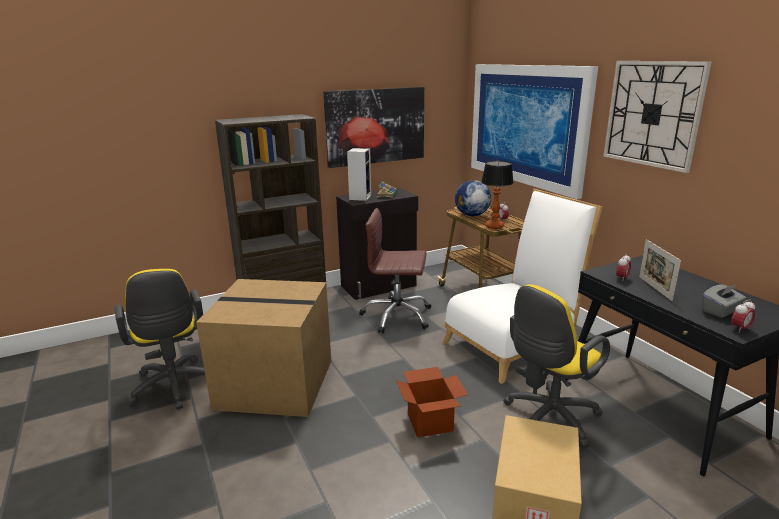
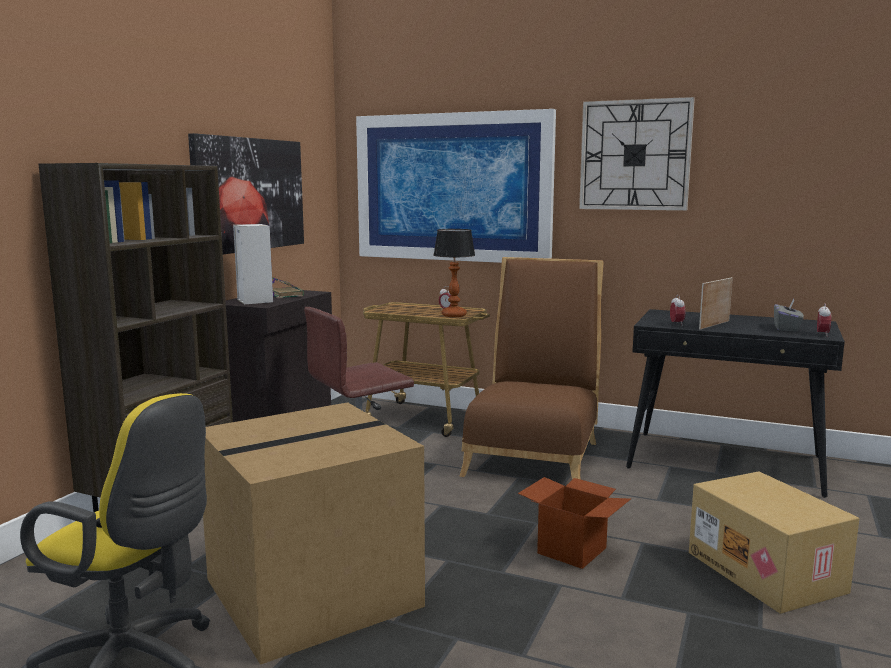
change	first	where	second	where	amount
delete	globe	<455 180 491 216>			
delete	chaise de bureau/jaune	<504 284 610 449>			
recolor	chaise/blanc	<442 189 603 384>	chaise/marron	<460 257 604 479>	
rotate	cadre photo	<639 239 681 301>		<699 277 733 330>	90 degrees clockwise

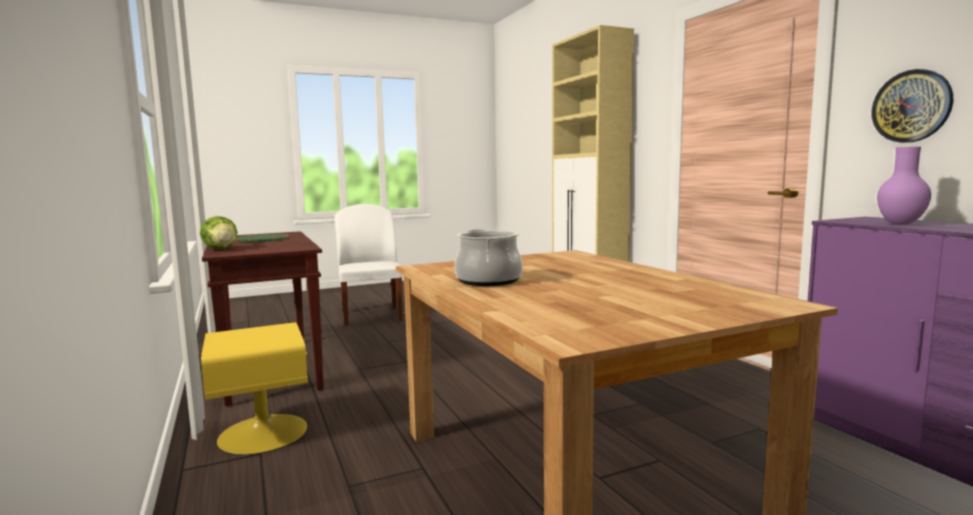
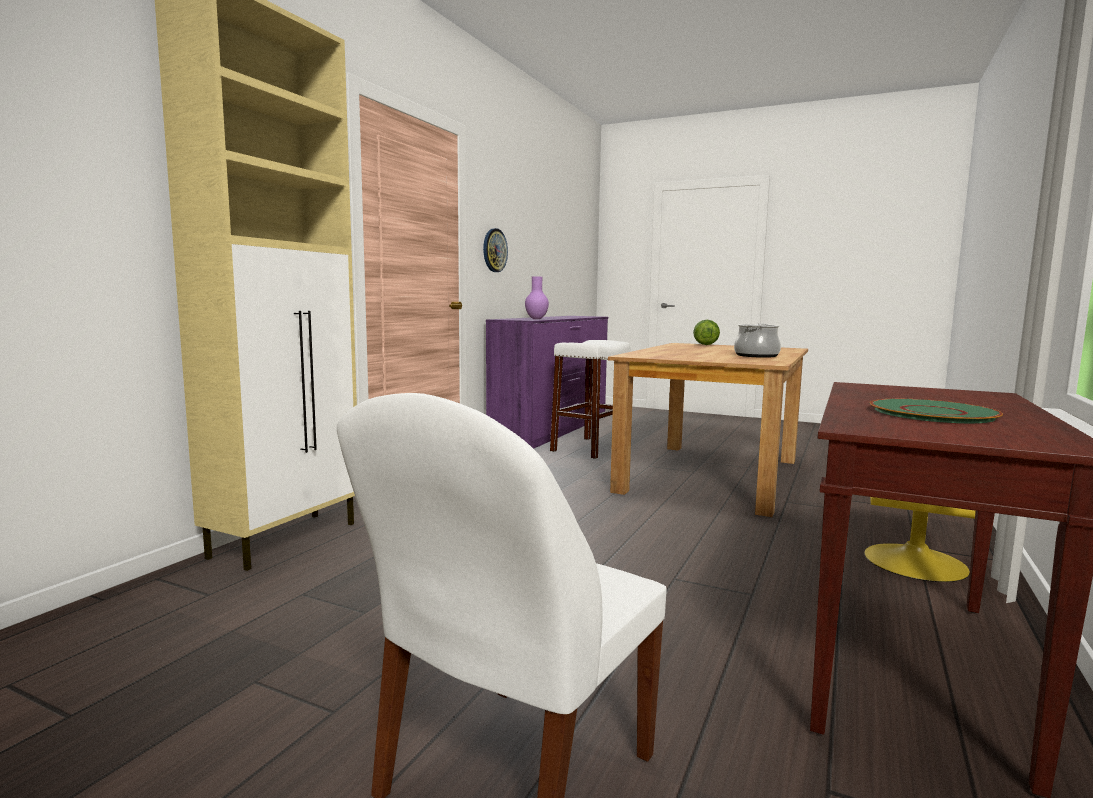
change	first	where	second	where	amount
insert			tabouret/blanc	<550 340 630 459>	
move	laitue	<200 216 238 249>		<693 320 720 345>	

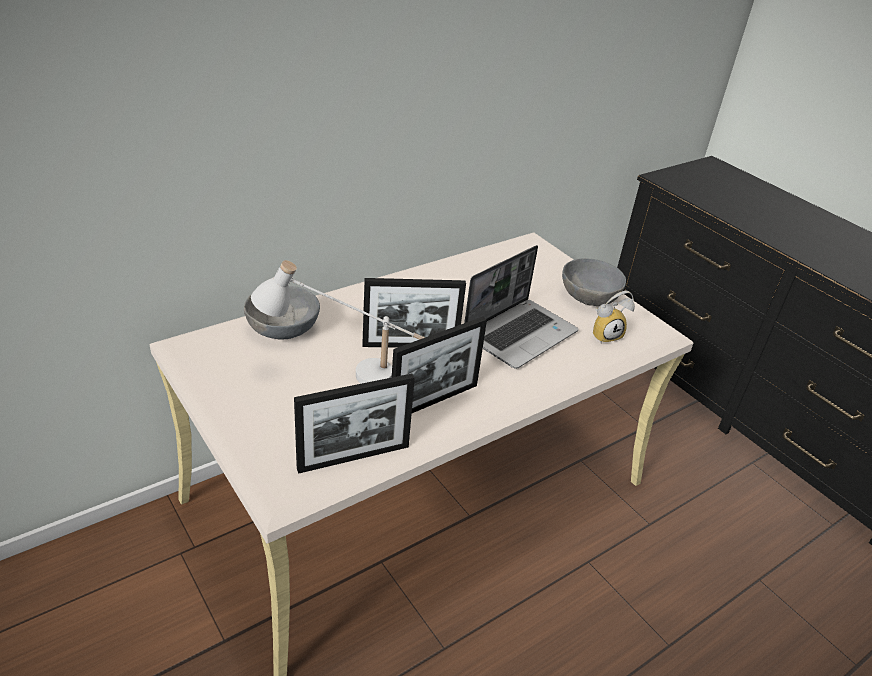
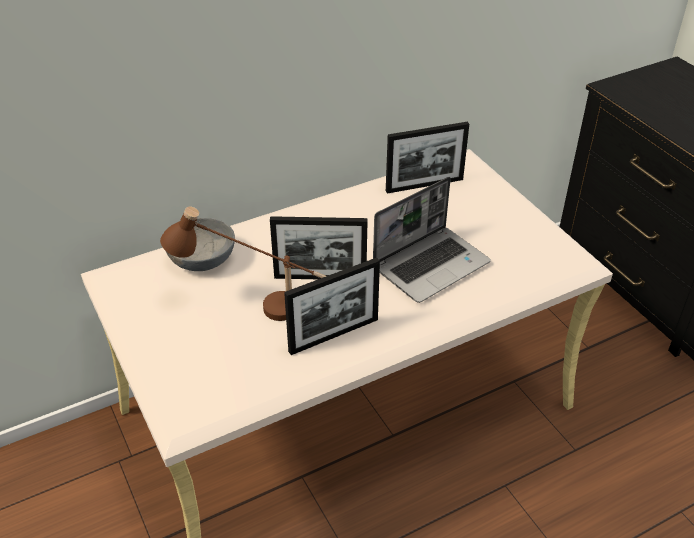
change	first	where	second	where	amount
delete	bol/gris	<562 258 626 306>			
delete	réveil	<593 291 635 343>			
move	cadre photo	<294 374 415 474>		<386 122 469 194>	
recolor	lampe de table/blanc	<251 260 425 384>	lampe de table/marron	<160 207 326 321>	

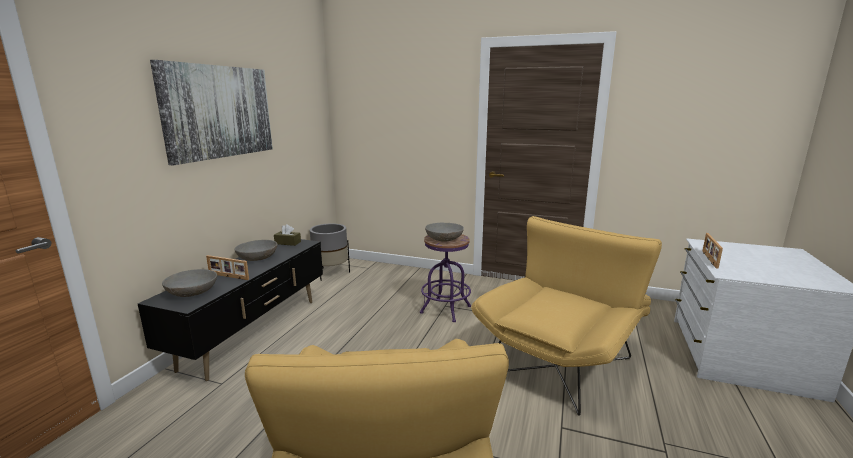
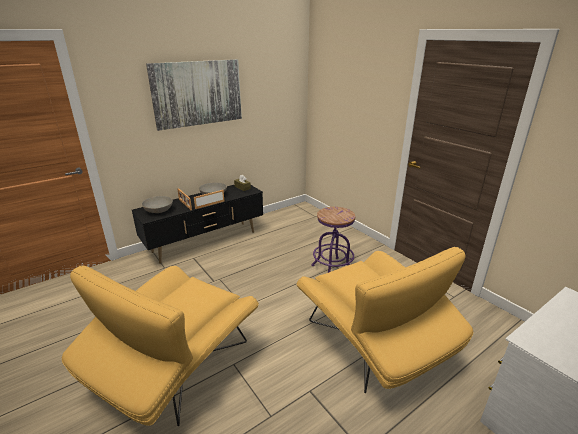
change	first	where	second	where	amount
delete	cache-pot/gris	<310 223 350 281>			
delete	bol/gris	<425 223 464 241>			
move	cadre photo	<703 233 723 269>		<194 190 225 209>	
rotate	fauteuil/jaune	<471 216 662 416>		<296 247 473 393>	75 degrees clockwise

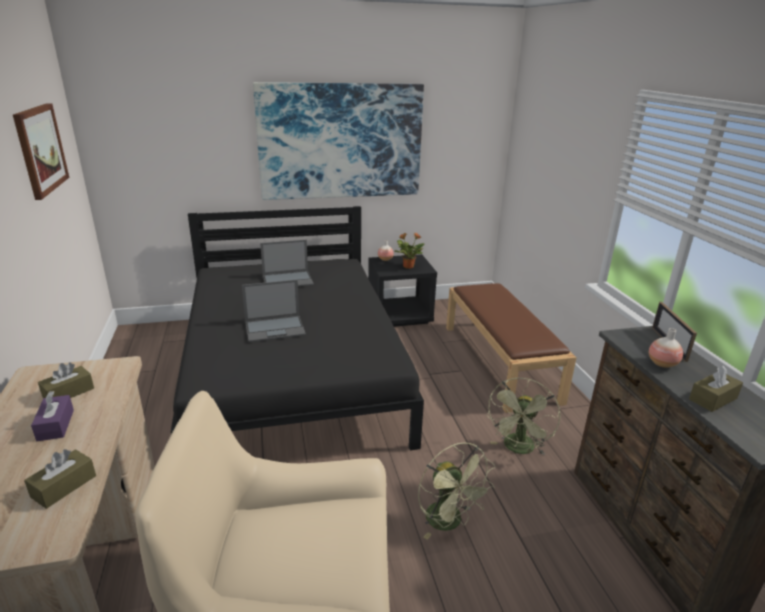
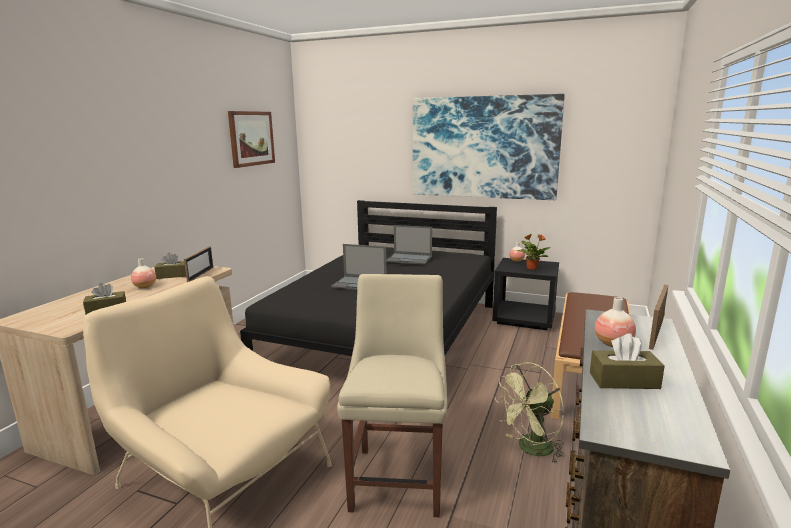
change	first	where	second	where	amount
insert			cadre photo	<184 247 213 282>	
replace	boîte à mouchoirs/violet	<31 391 74 441>	vase	<131 258 156 288>	
replace	ventilateur/vert	<418 442 495 539>	chaise/beige	<337 274 447 517>	

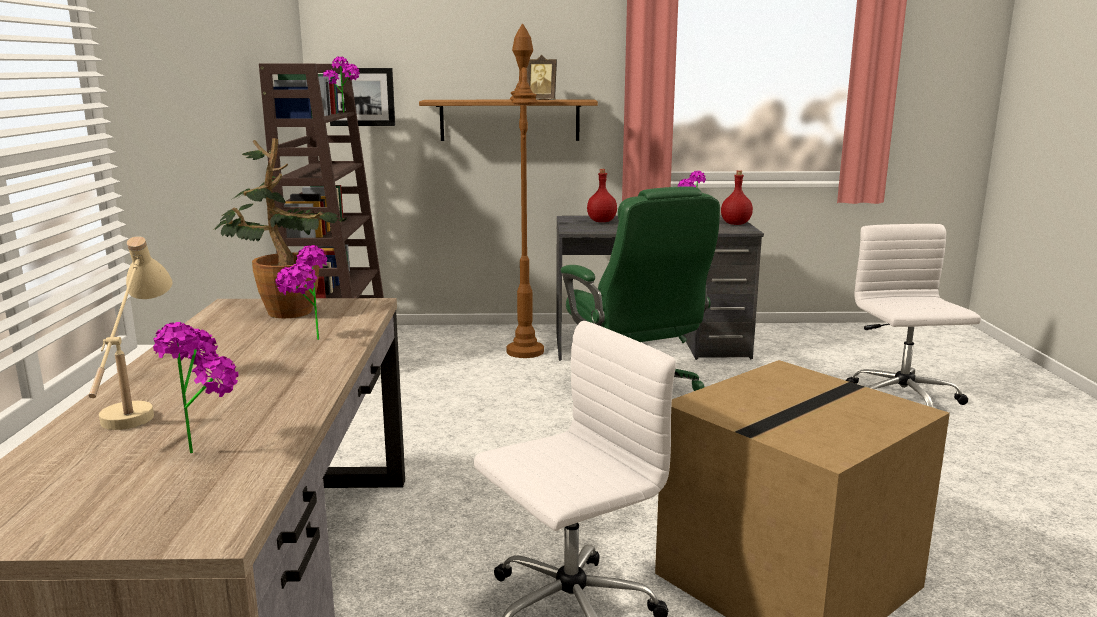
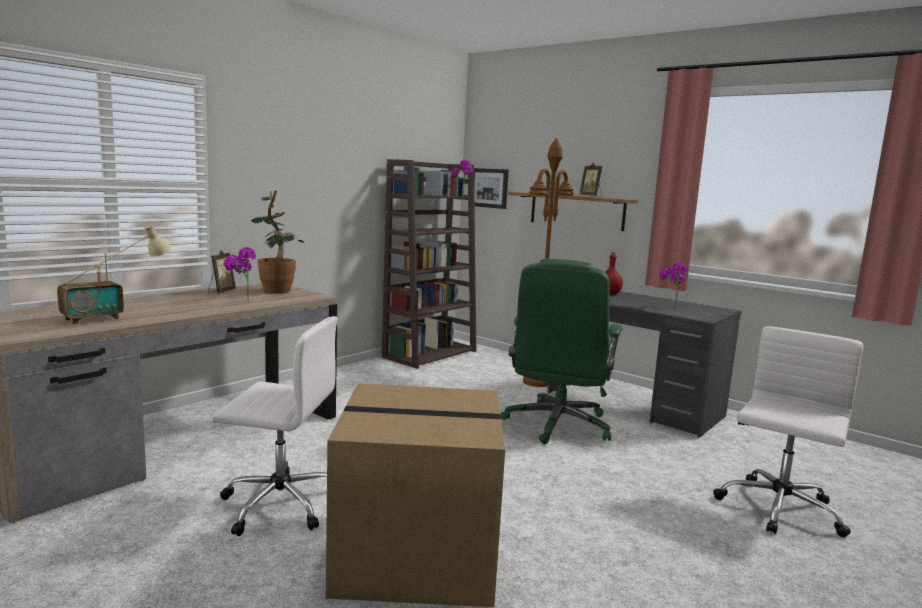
change	first	where	second	where	amount
delete	bouteille/rouge	<721 170 753 225>			
insert			cadre photo	<208 250 236 293>	
replace	plante en pot	<153 322 239 453>	radio	<57 253 124 325>	

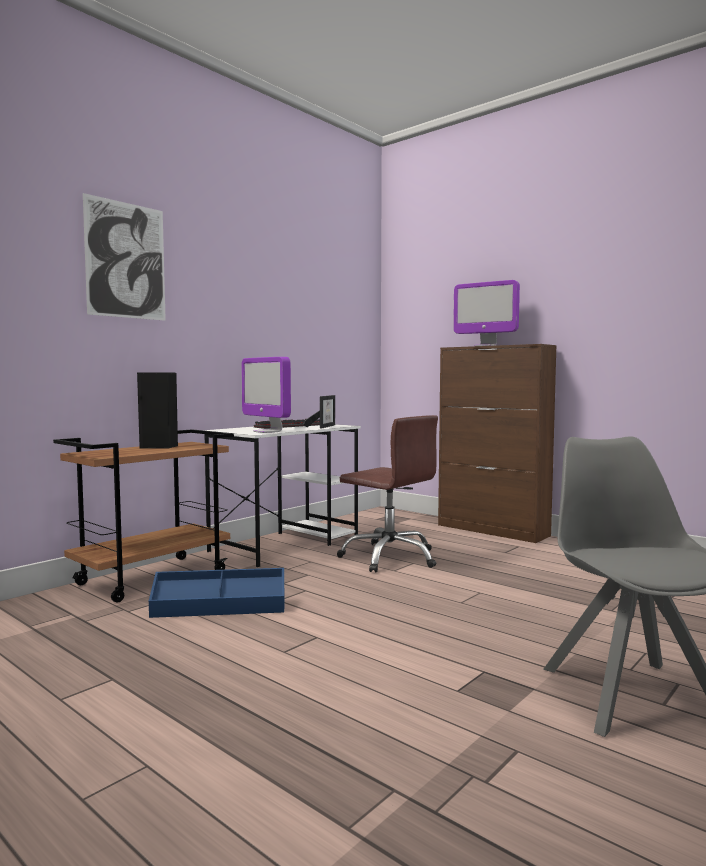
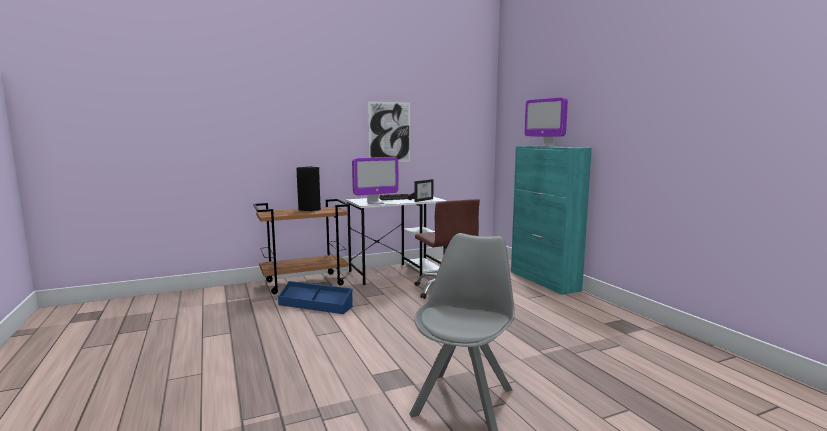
change	first	where	second	where	amount
move	tableau	<83 193 166 321>		<368 101 410 162>	
recolor	meuble de rangement/marron	<438 344 557 543>	meuble de rangement/turquoise	<511 146 592 295>	
rotate	écran d'ordinateur	<241 357 291 433>		<352 157 398 205>	105 degrees counterclockwise

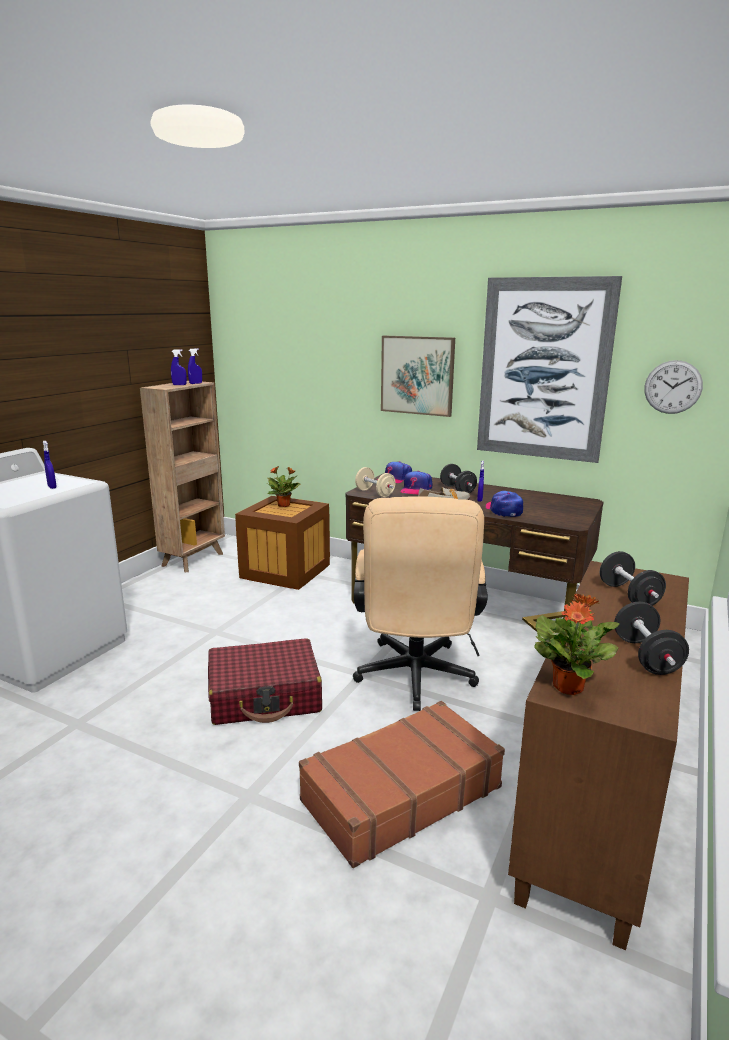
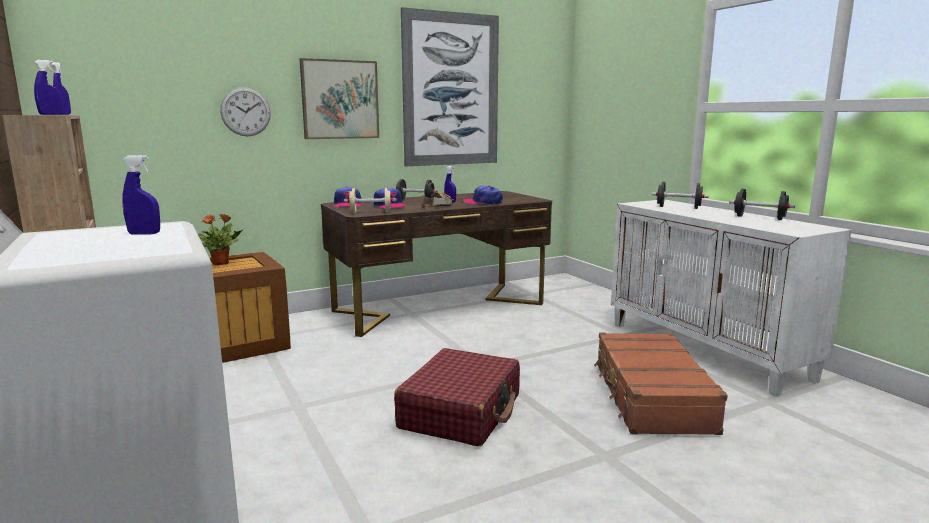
change	first	where	second	where	amount
delete	chaise de bureau/beige	<353 496 488 711>			
delete	plante en pot	<534 594 619 695>			
move	horloge murale	<644 360 703 414>		<220 87 271 136>	
recolor	meuble de rangement/marron	<508 561 689 950>	meuble de rangement/blanc	<611 200 851 397>	

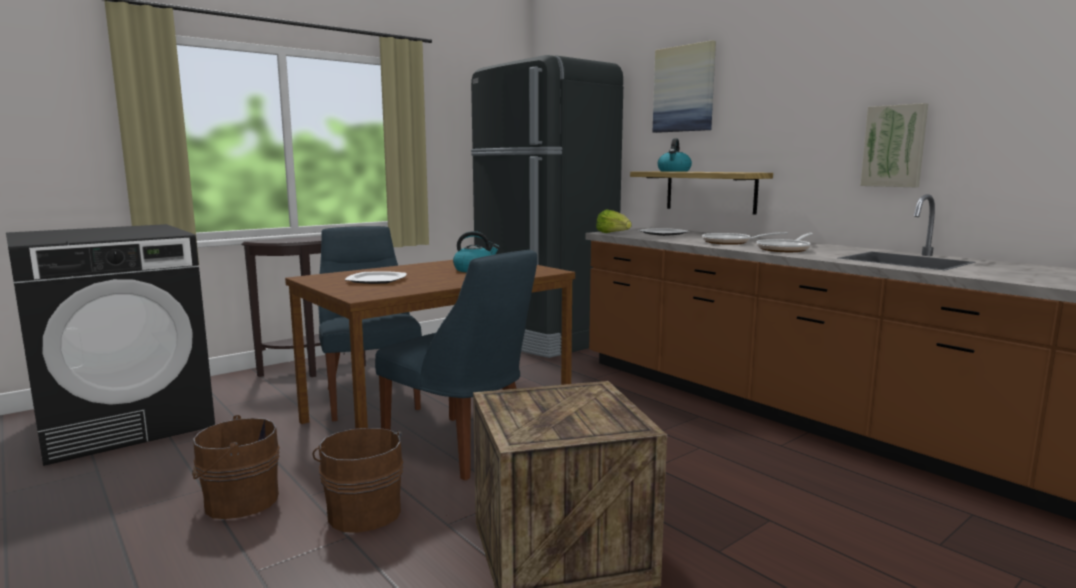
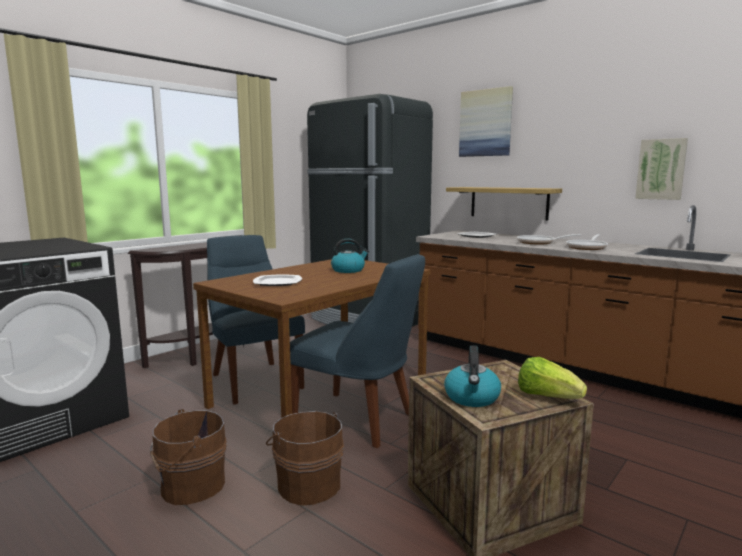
change	first	where	second	where	amount
move	laitue	<596 209 632 233>		<518 357 587 399>	
move	bouilloire	<657 138 692 172>		<444 345 501 407>	

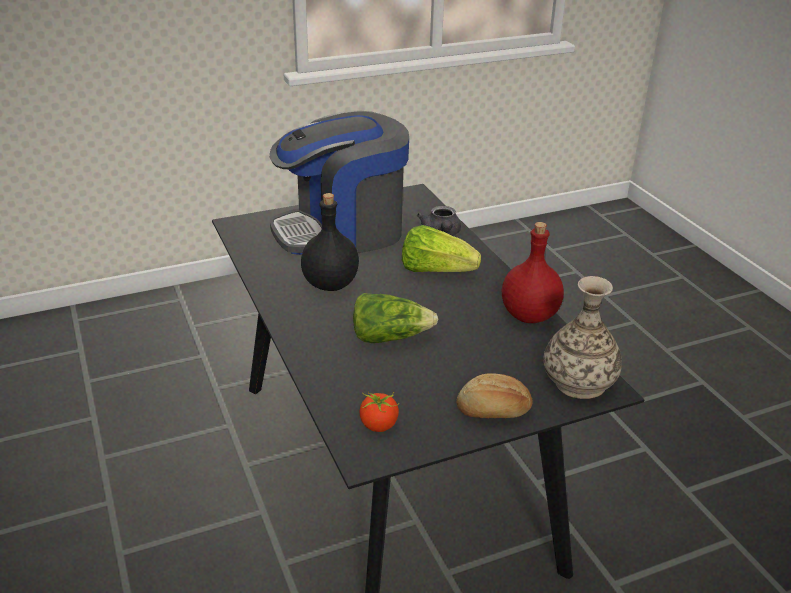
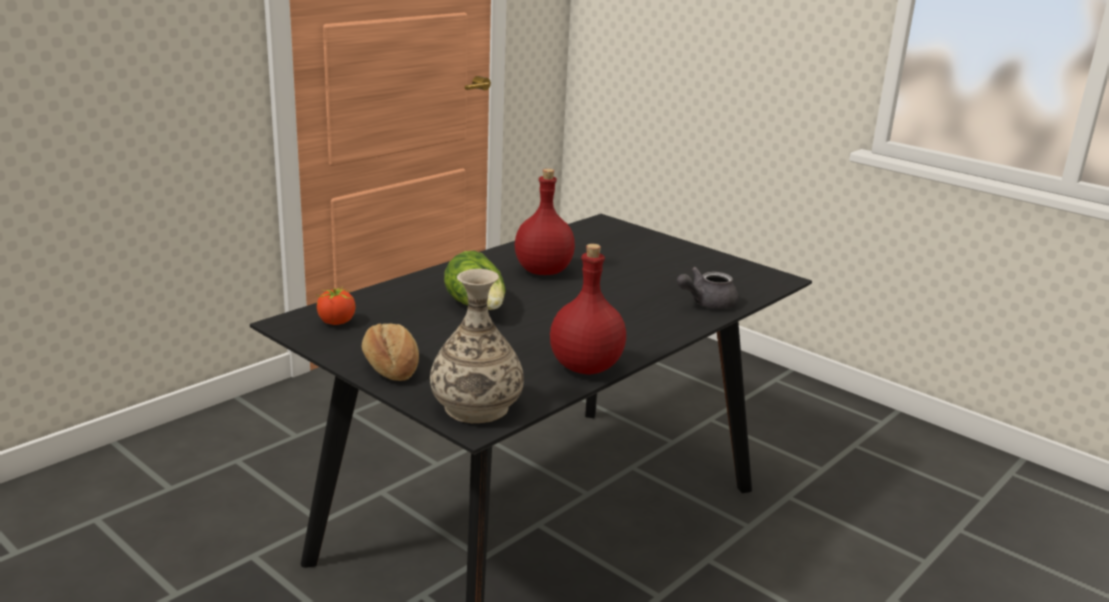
change	first	where	second	where	amount
delete	machine à café	<270 110 409 255>			
delete	laitue	<402 225 481 272>			
recolor	bouteille/noir	<301 193 359 291>	bouteille/rouge	<515 169 575 275>	

